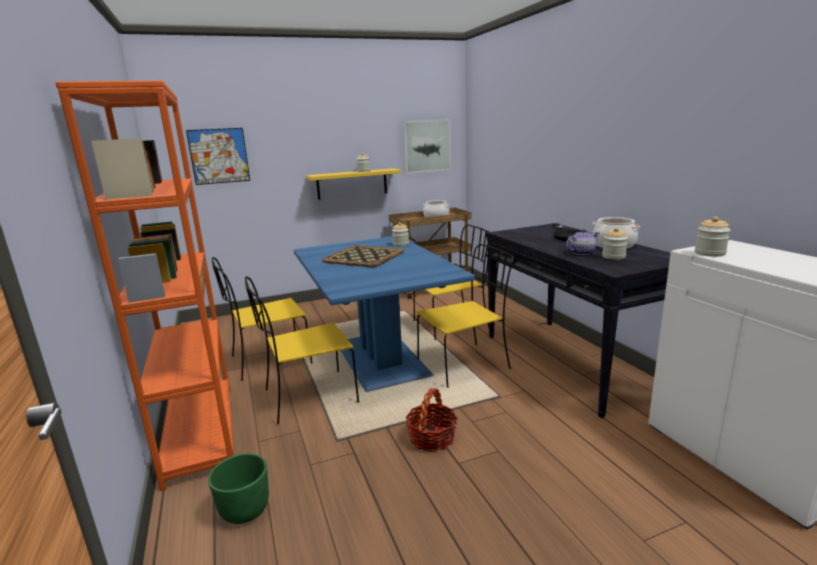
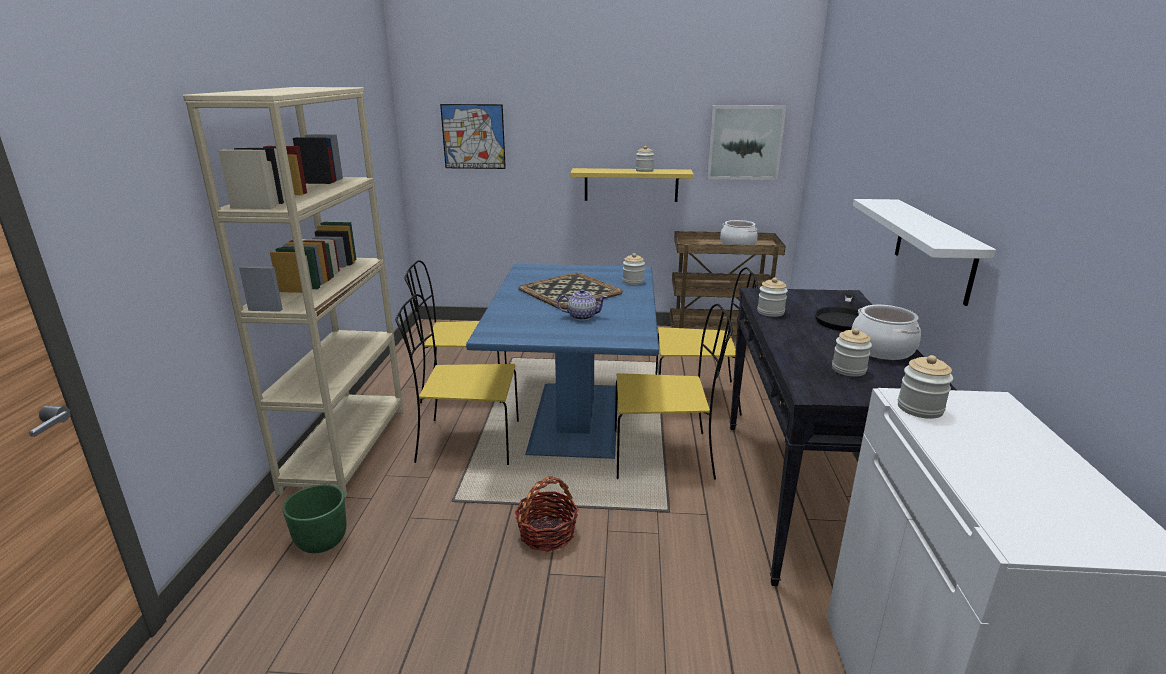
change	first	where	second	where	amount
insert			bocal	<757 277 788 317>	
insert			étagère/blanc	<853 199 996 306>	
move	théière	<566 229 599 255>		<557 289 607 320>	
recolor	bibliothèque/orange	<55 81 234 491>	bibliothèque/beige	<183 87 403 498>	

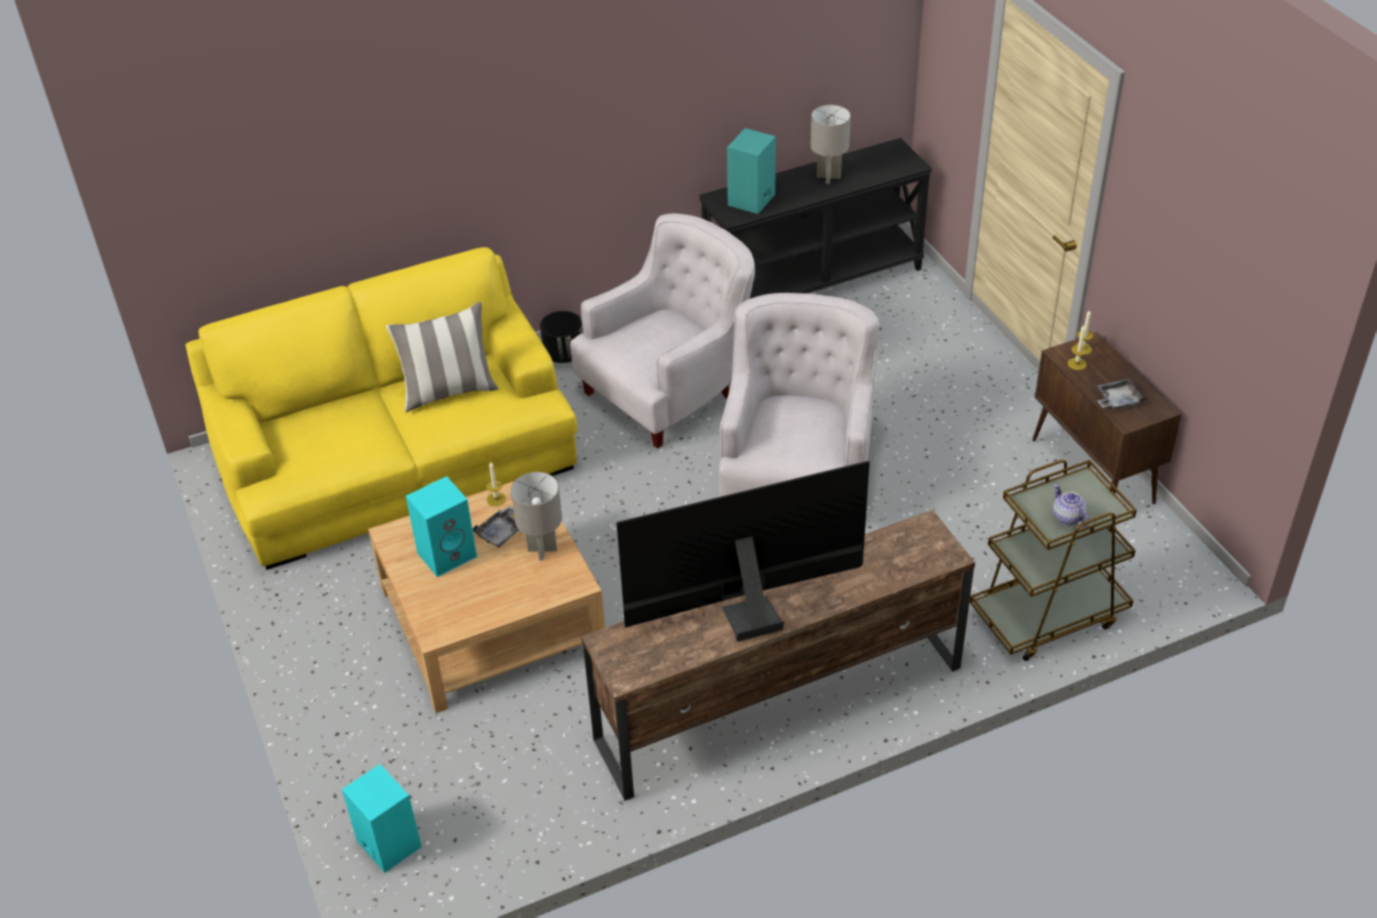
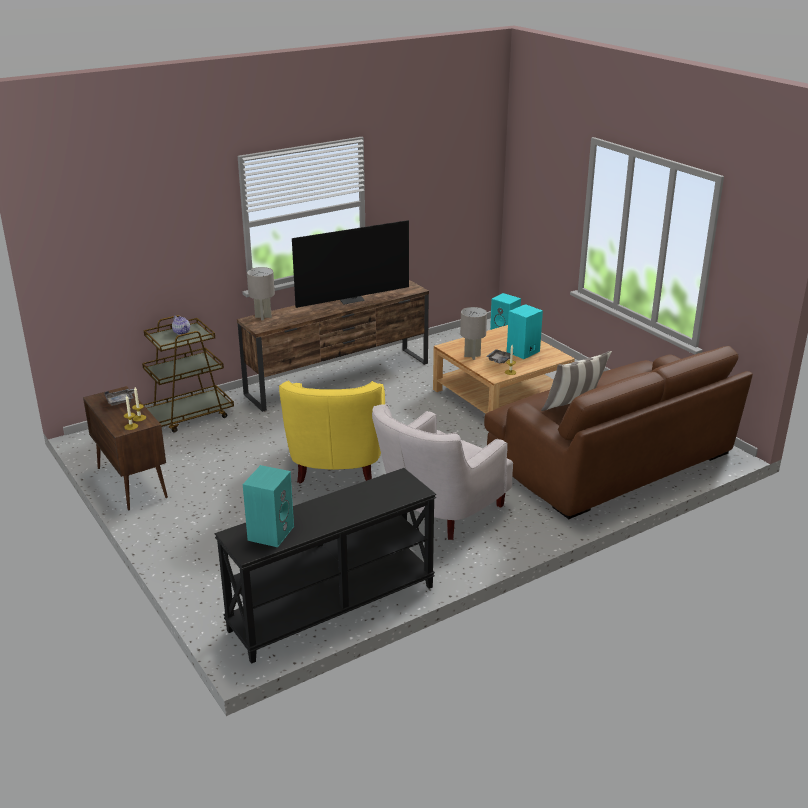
change	first	where	second	where	amount
delete	cache-pot/noir	<540 311 583 363>			
move	enceinte/turquoise	<727 128 776 214>		<243 465 294 547>	
move	lampe de table/gris	<810 105 851 184>		<247 267 275 320>	
recolor	canapé/jaune	<185 247 577 570>	canapé/marron	<484 346 753 519>	
recolor	fauteuil/blanc	<719 293 879 497>	fauteuil/jaune	<279 380 385 484>	

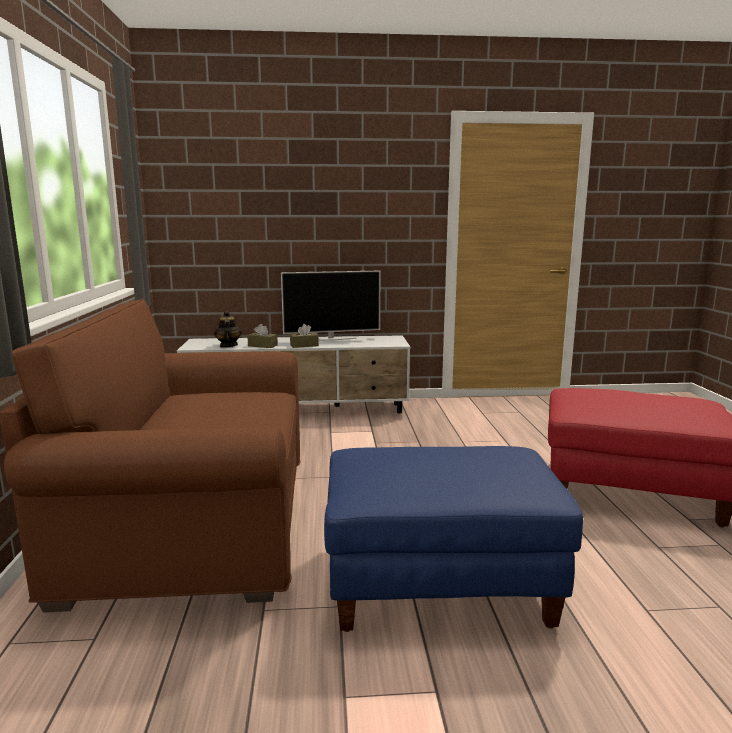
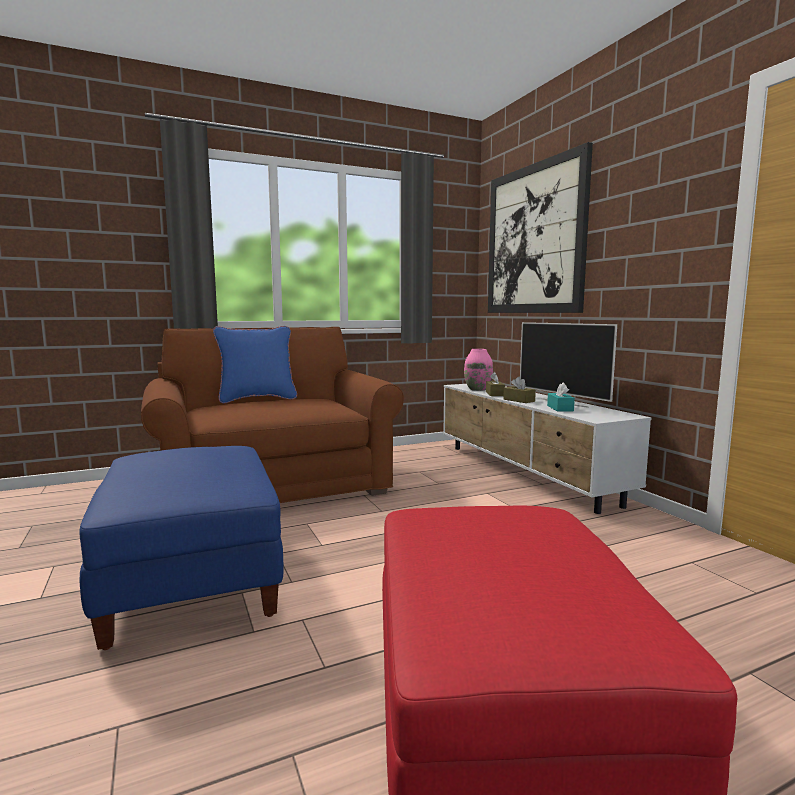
change	first	where	second	where	amount
insert			coussin/bleu	<213 326 297 403>	
insert			tableau	<488 142 593 313>	
insert			boîte à mouchoirs/turquoise	<547 383 575 412>	
replace	théière	<214 311 242 348>	vase/rose	<464 349 493 391>	

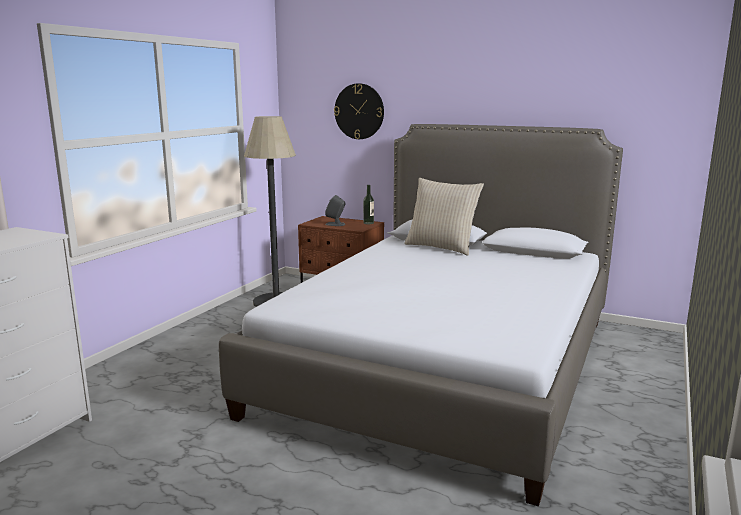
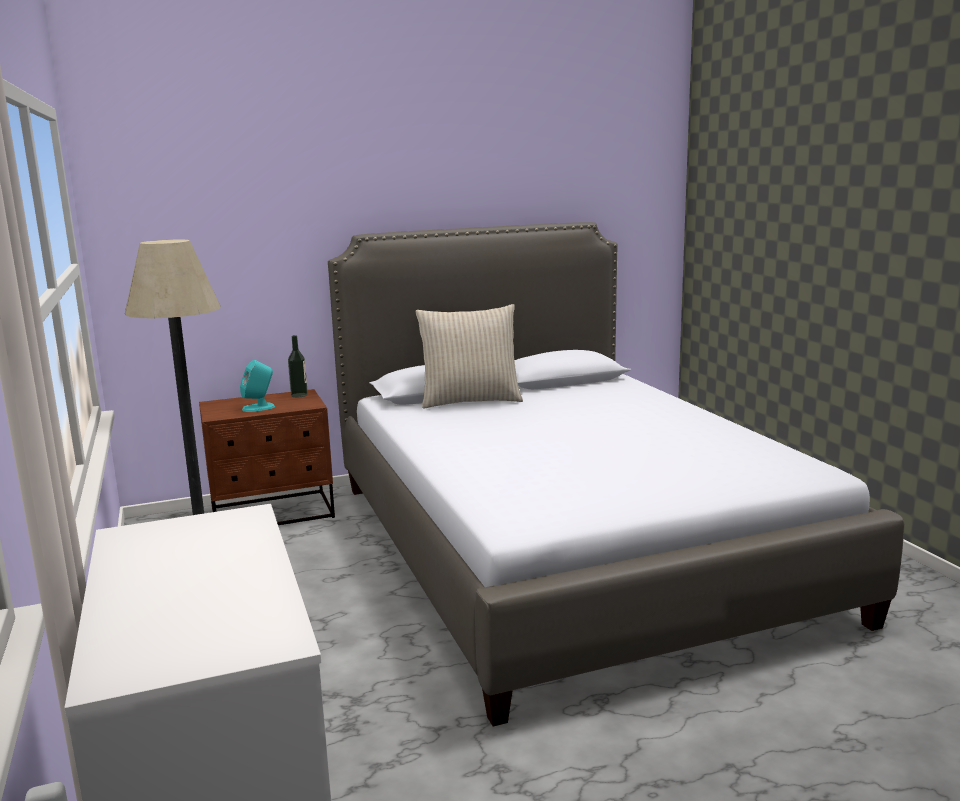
change	first	where	second	where	amount
delete	horloge murale	<334 83 384 139>			
recolor	enceinte/gris	<325 195 346 226>	enceinte/turquoise	<240 360 275 412>	

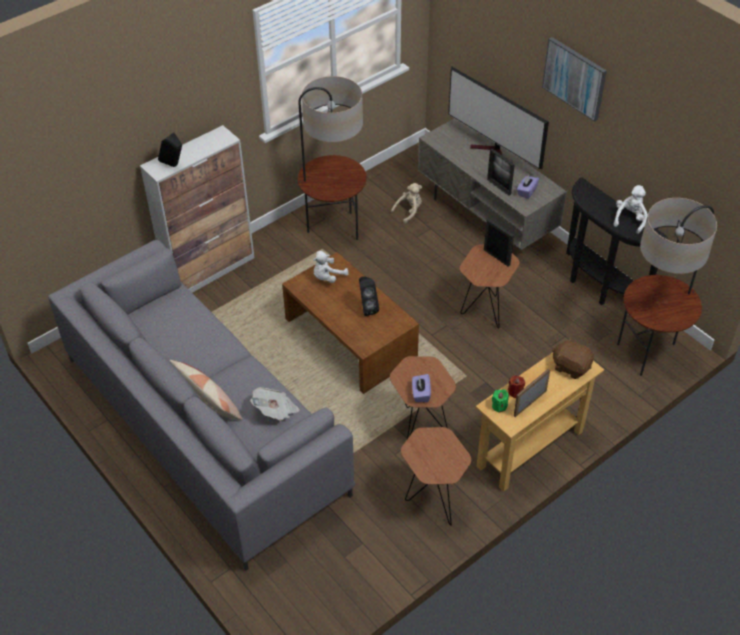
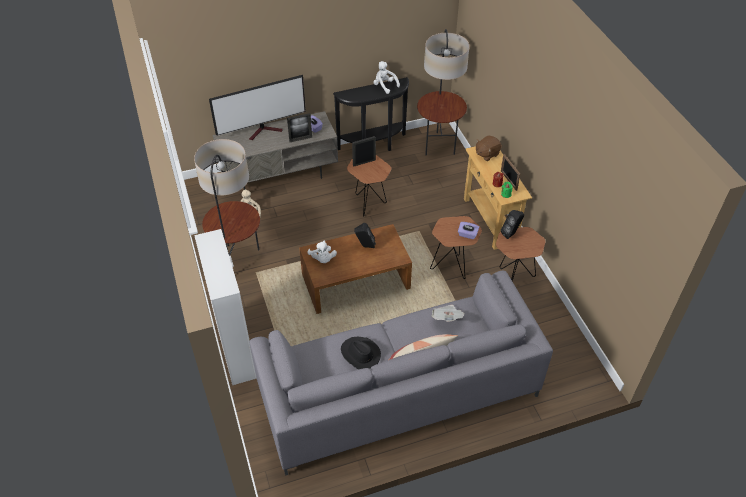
change	first	where	second	where	amount
delete	tableau	<542 37 607 122>			
insert			chapeau/noir	<341 337 381 369>	
move	enceinte/noir	<158 132 182 167>		<501 210 524 239>	

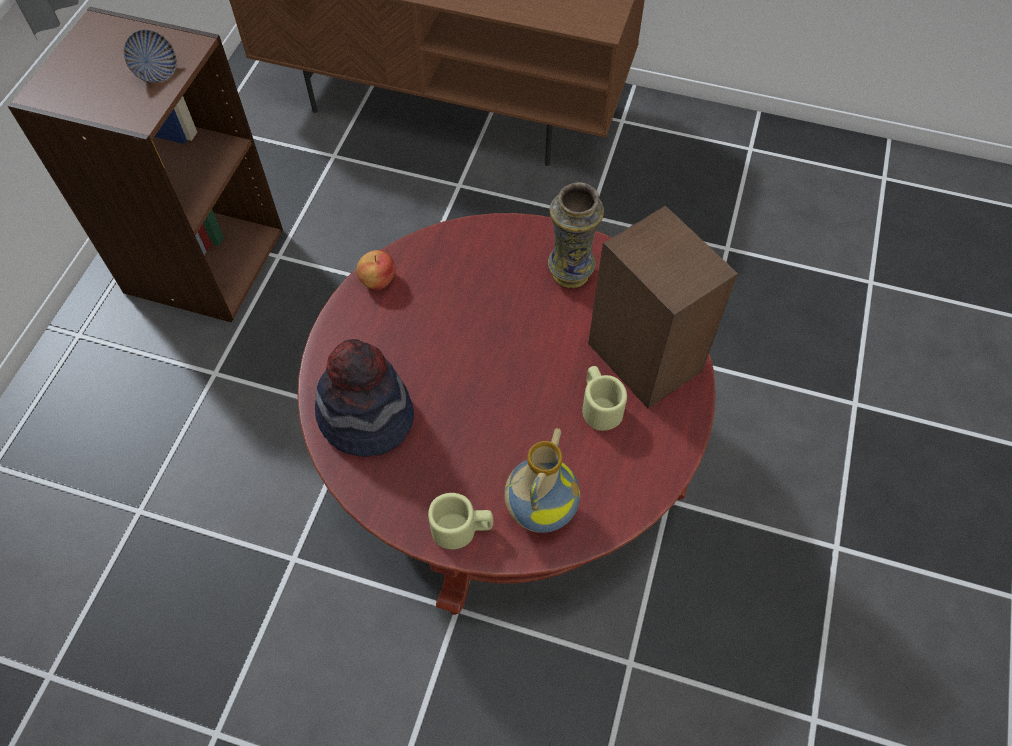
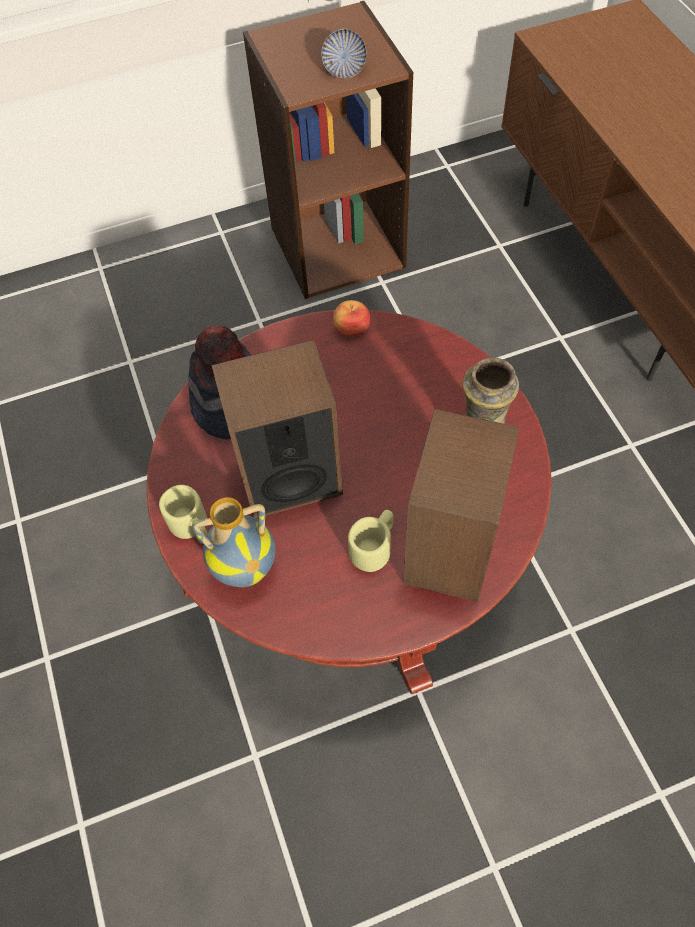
change	first	where	second	where	amount
insert			enceinte	<212 340 343 519>	

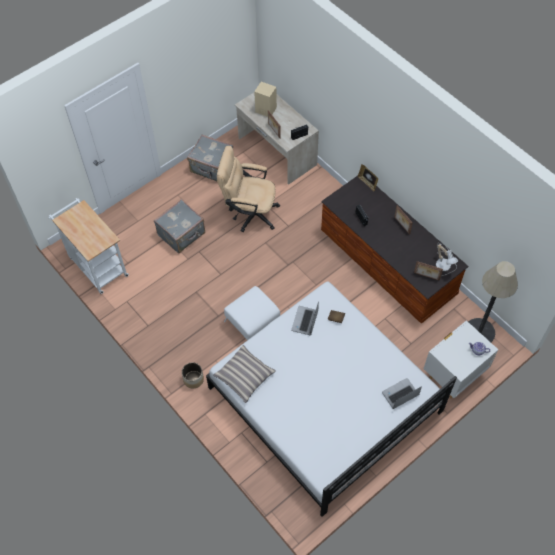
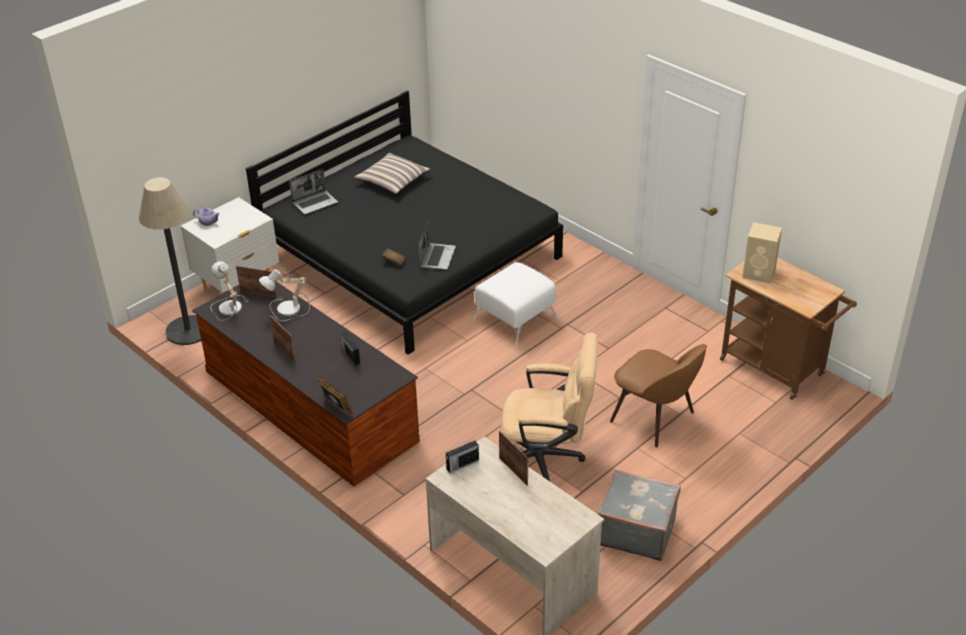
change	first	where	second	where	amount
delete	cache-pot	<182 362 204 388>			
insert			lampe de table	<259 269 310 321>	
move	coussin	<213 345 276 403>		<354 153 431 194>	
move	enceinte/beige	<254 82 277 117>		<742 222 782 284>	
replace	valise/gris	<154 200 205 253>	chaise/marron	<610 344 707 447>	
recolor	chariot/blanc	<48 198 129 294>	chariot/marron	<720 258 857 400>	
recolor	lit/blanc	<206 281 457 517>	lit/noir	<246 91 563 355>	

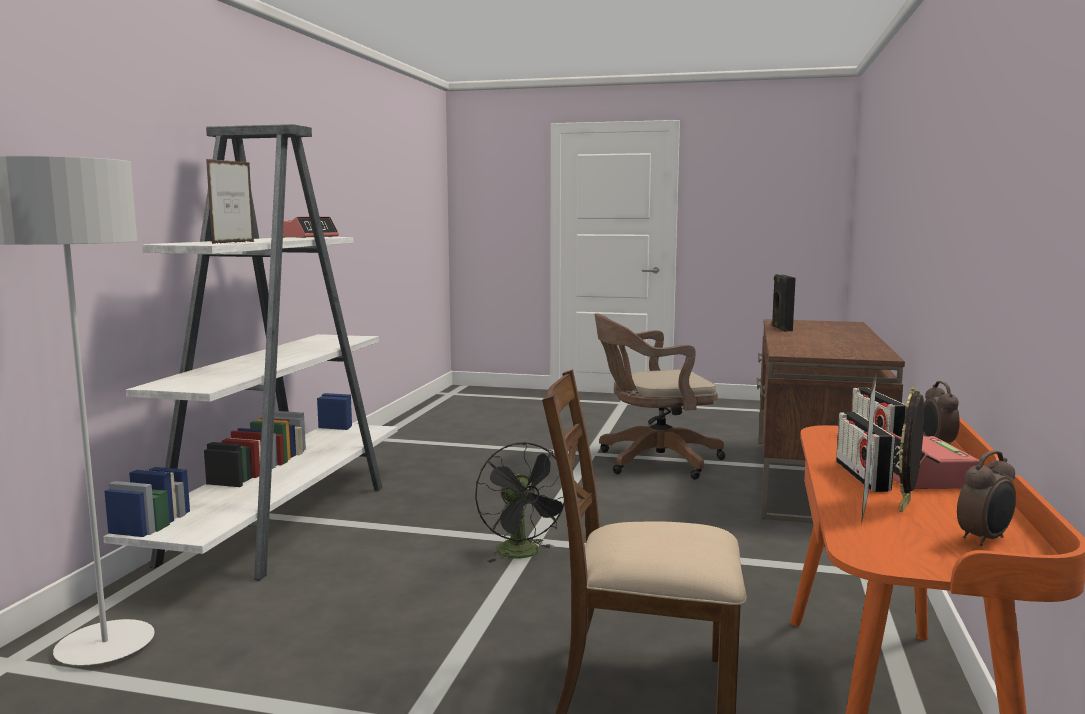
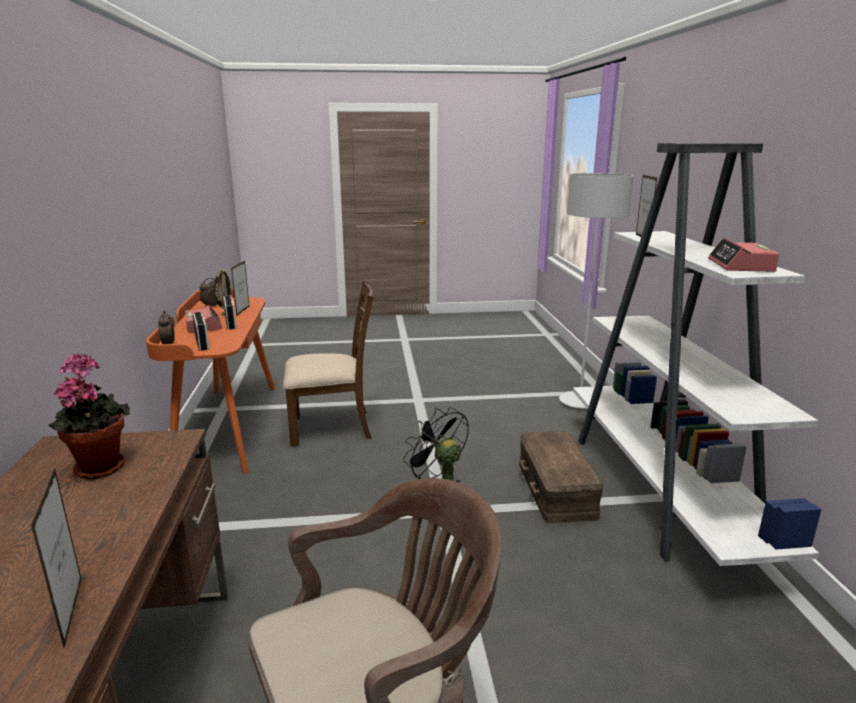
change	first	where	second	where	amount
insert			plante en pot	<48 353 130 479>	
insert			boîte de rangement/marron	<519 431 604 523>	
replace	enceinte/noir	<772 274 796 332>	cadre photo	<31 468 82 648>	

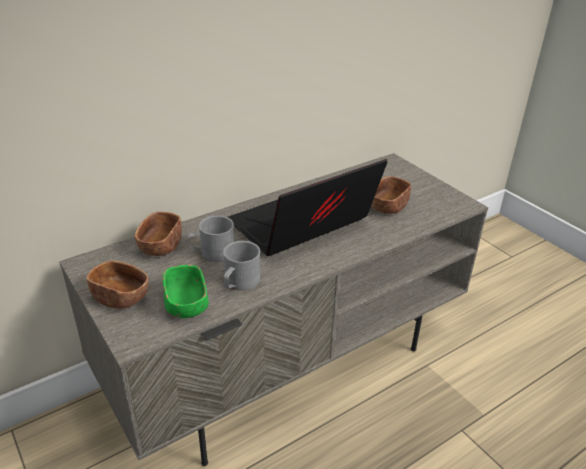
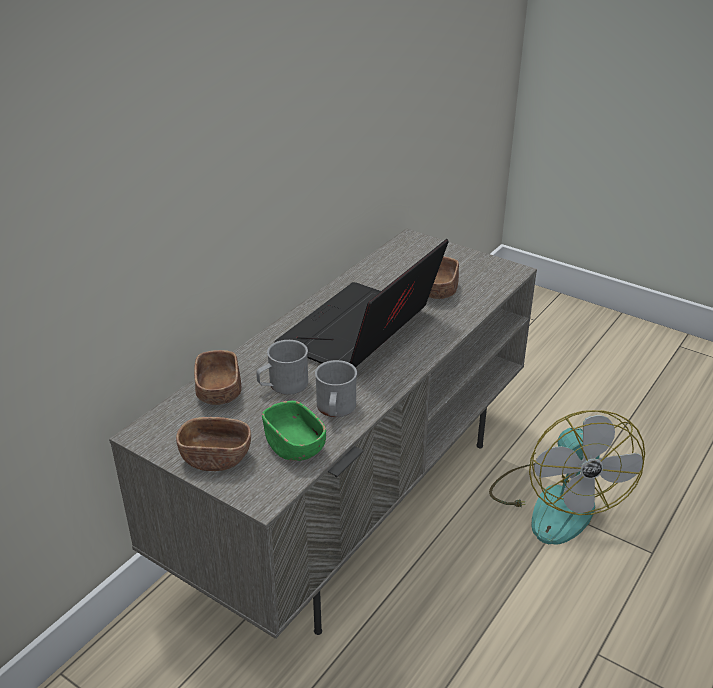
change	first	where	second	where	amount
insert			ventilateur	<489 410 645 544>	

